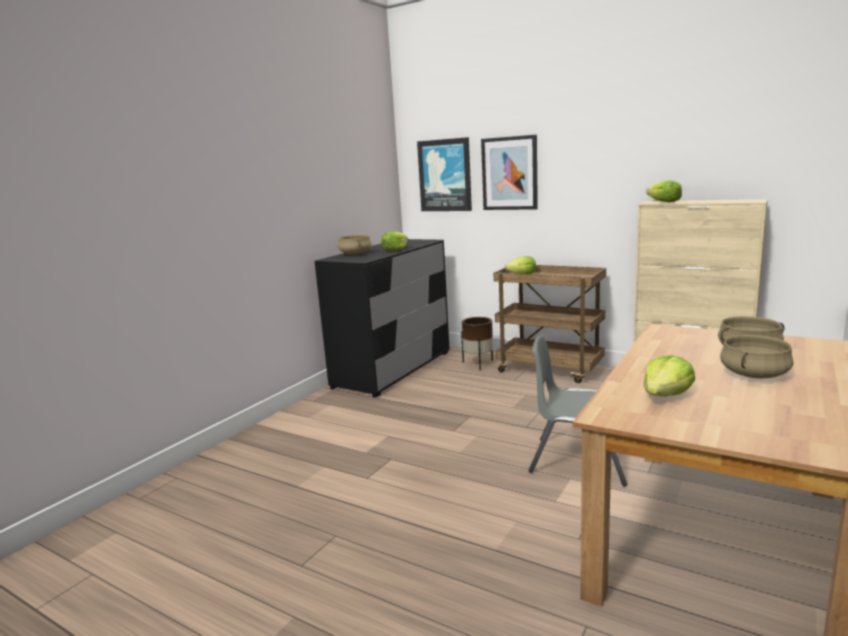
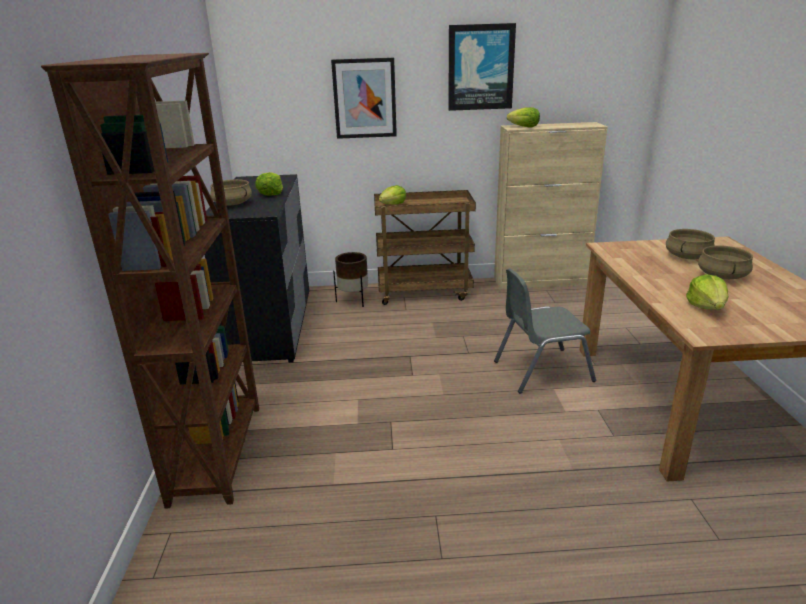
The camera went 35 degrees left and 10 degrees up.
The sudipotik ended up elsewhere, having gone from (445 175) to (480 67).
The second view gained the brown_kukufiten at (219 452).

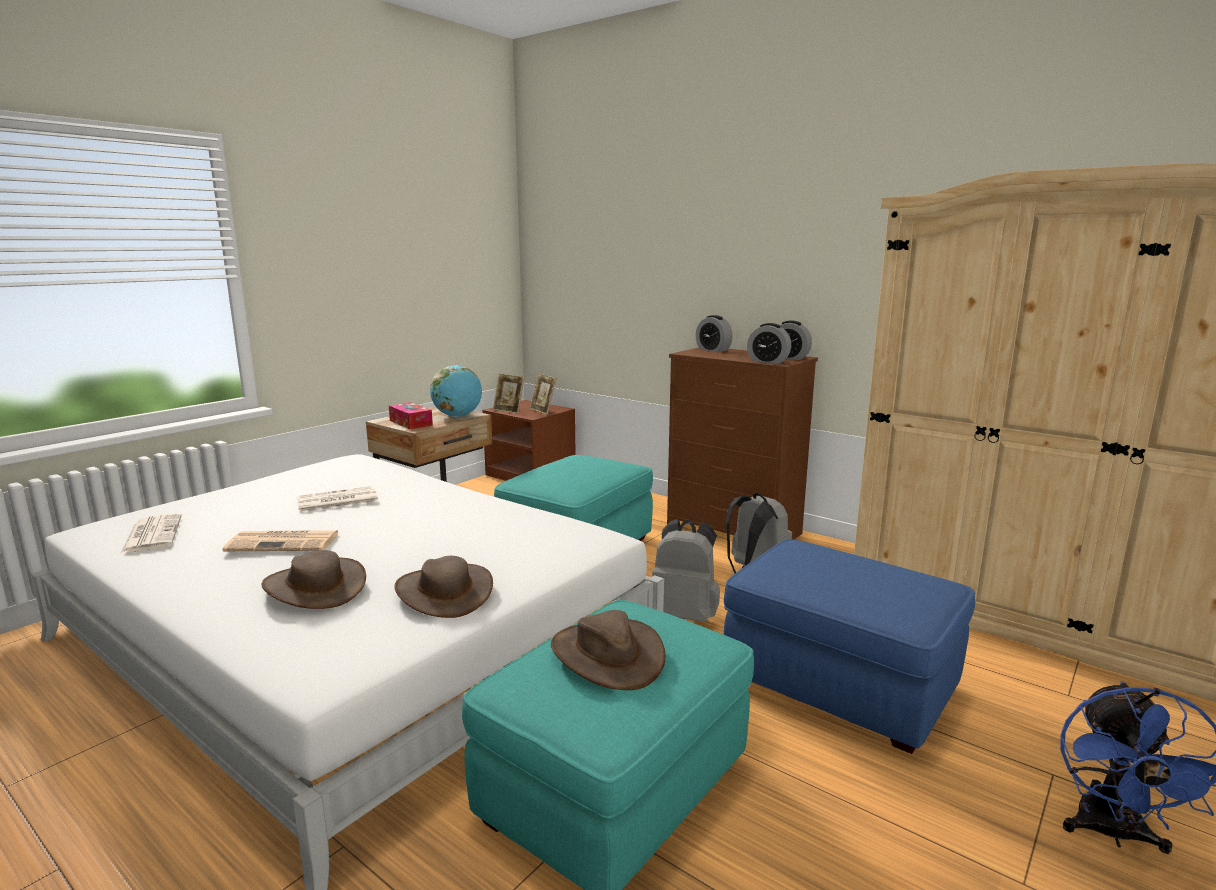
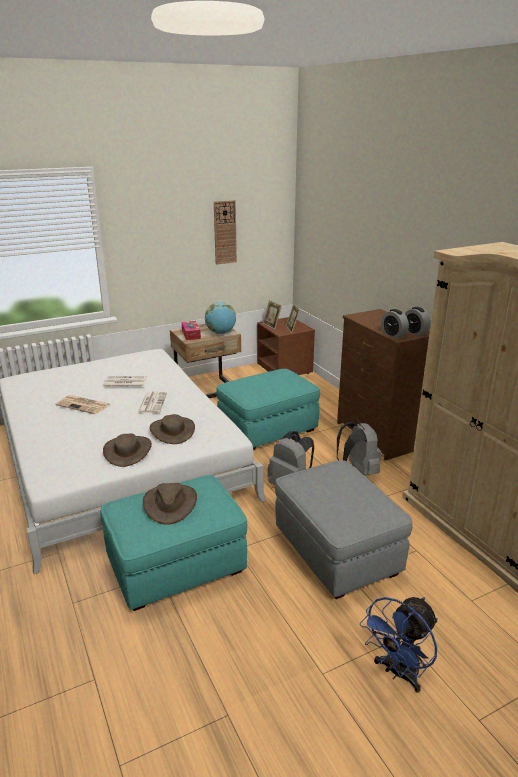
The camera went 25 degrees right and 10 degrees up.
The second view lost the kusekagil at (713 350).
The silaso ended up elsewhere, having gone from (152 534) to (152 403).
What was the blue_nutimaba at (840 686) turned into the grey_nutimaba at (337 552).
The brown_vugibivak ended up elsewhere, having gone from (315 586) to (172 431).
The second view gained the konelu at (225 232).

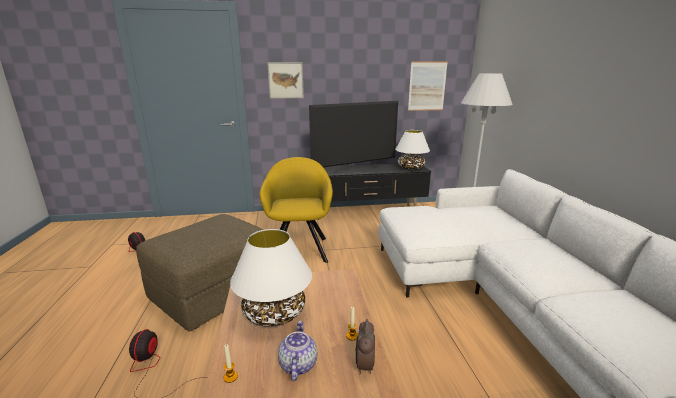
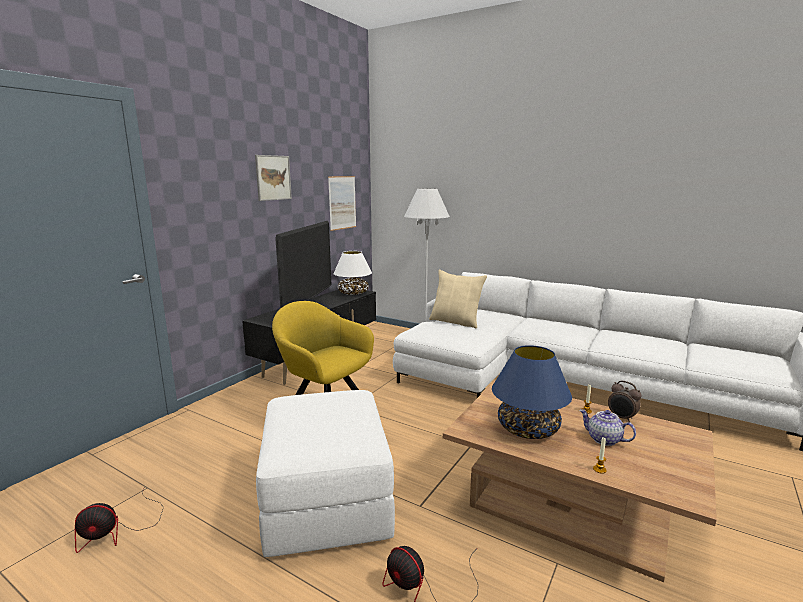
The camera went 50 degrees left and 5 degrees down.
The sudipotik ended up elsewhere, having gone from (285 80) to (273 177).
What was the brown_nutimaba at (214 292) turned into the white_nutimaba at (326 501).
What was the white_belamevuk at (274 313) turned into the blue_belamevuk at (528 429).
The second view gained the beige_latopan at (456 322).

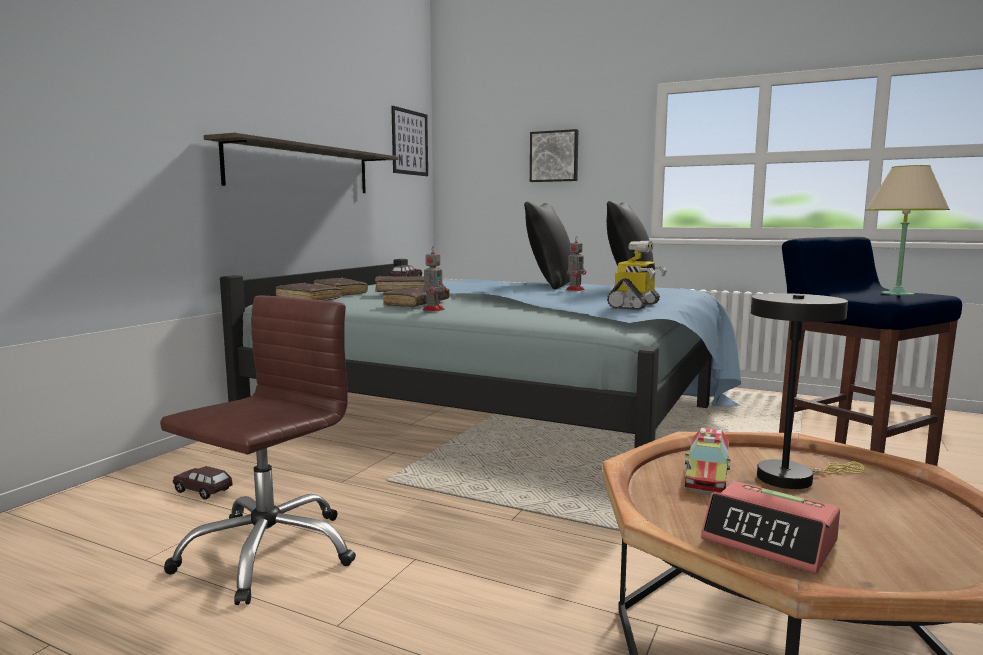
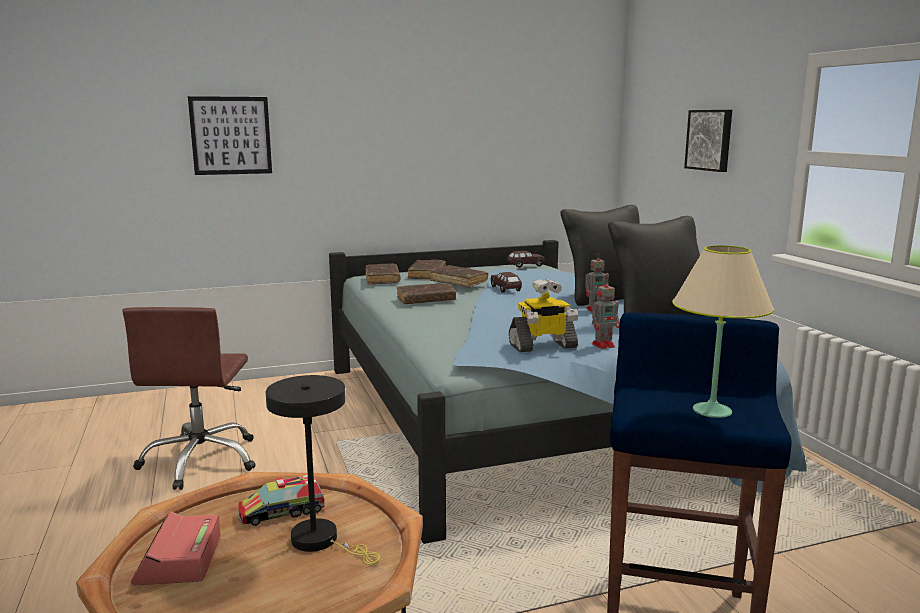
The camera went 45 degrees right and 5 degrees up.
The sudipotik ended up elsewhere, having gone from (410 142) to (231 135).
The second view lost the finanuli at (301 169).
The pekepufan ended up elsewhere, having gone from (434 309) to (604 345).
The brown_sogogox at (267 552) ended up facing another way, 105 degrees clockwise from before.
The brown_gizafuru ended up elsewhere, having gone from (203 491) to (506 289).

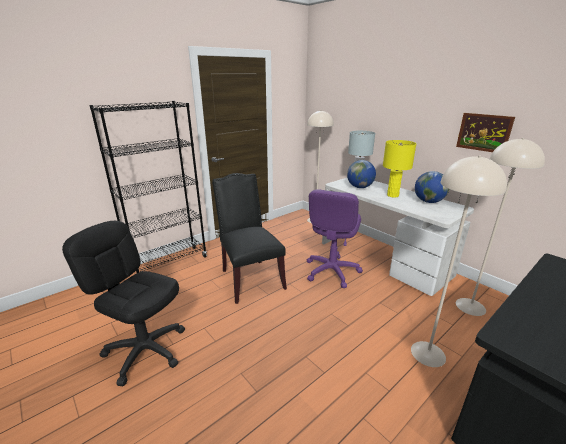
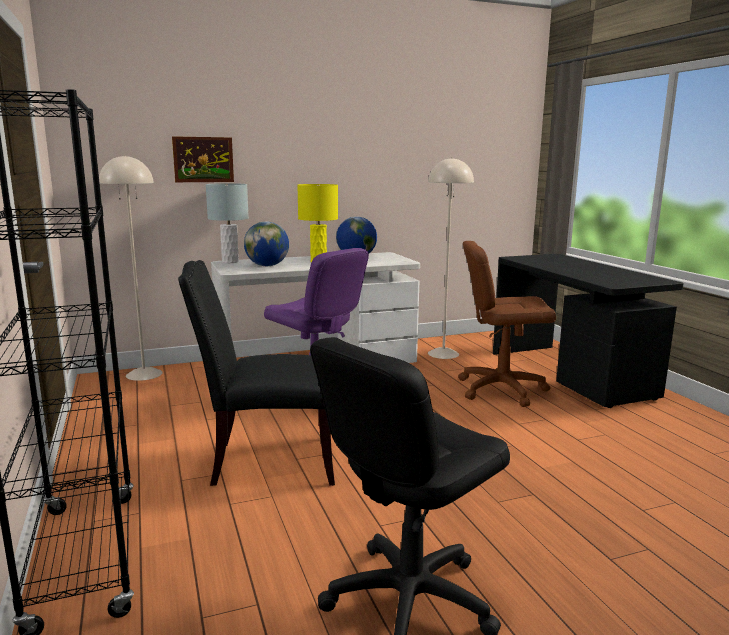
The camera went 70 degrees left and 10 degrees down.
The sudipotik ended up elsewhere, having gone from (484 132) to (203 159).
Where the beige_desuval stood at (428 353), the brown_sogogox came to stand at (501 389).

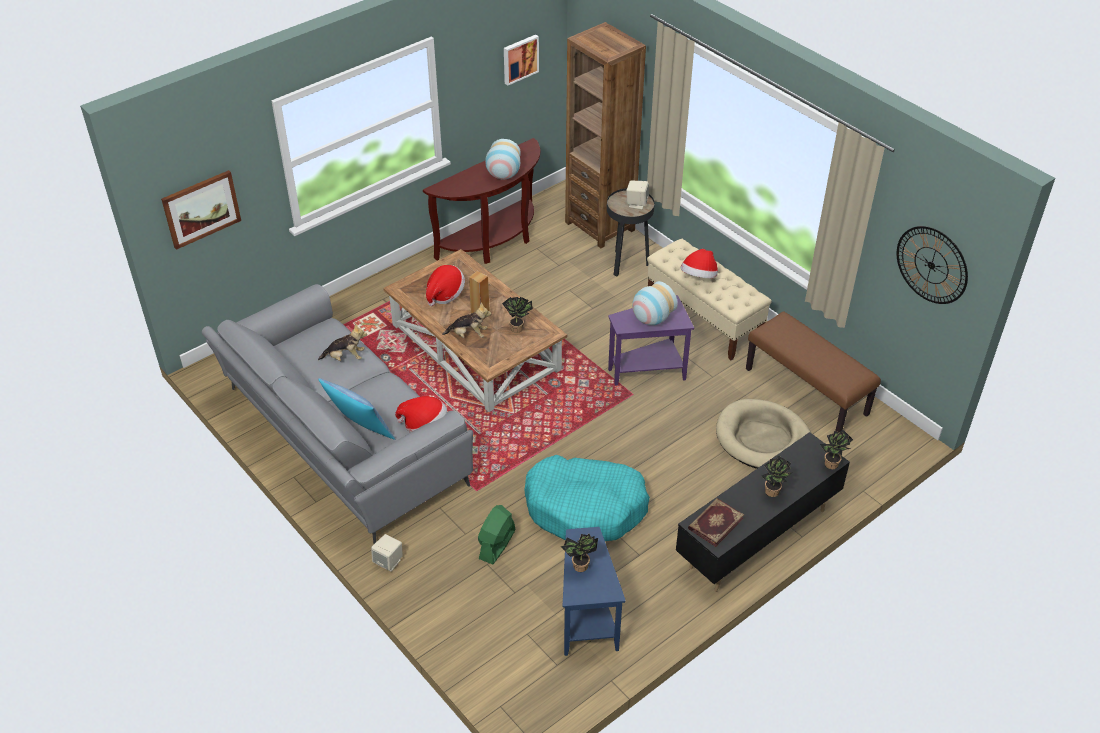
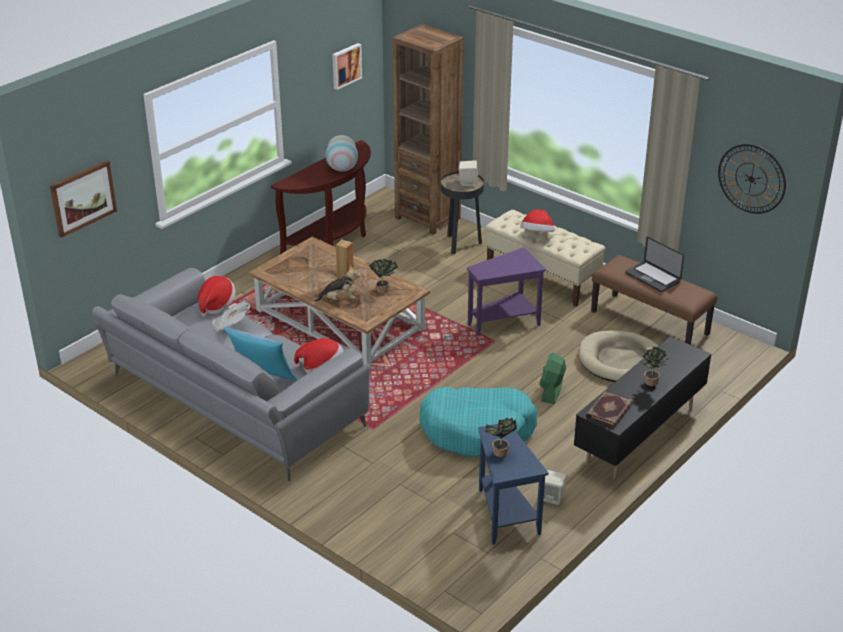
The camera went 10 degrees left and 10 degrees down.
The vugibivak ended up elsewhere, having gone from (445 294) to (216 305).
The second view lost the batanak at (651 319).
Where the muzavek stood at (345 357), the silaso came to stand at (231 325).
The second view lost the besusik at (831 465).
The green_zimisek ended up elsewhere, having gone from (497 544) to (551 391).
The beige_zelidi ended up elsewhere, having gone from (388 562) to (552 497).
The second view gained the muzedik at (652 277).

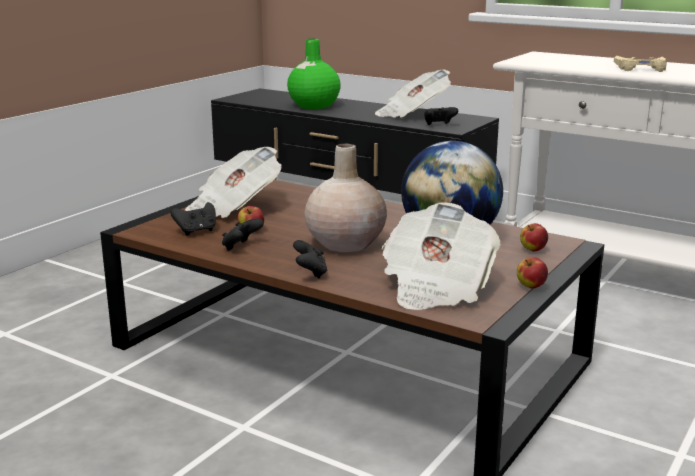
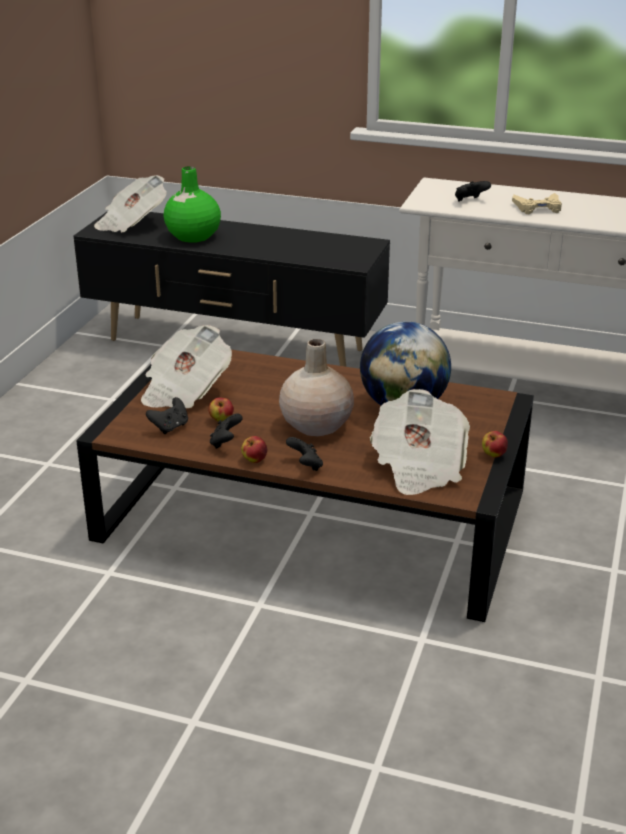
The camera went 15 degrees left and 10 degrees up.
The silaso ended up elsewhere, having gone from (412 114) to (131 223).
The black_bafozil ended up elsewhere, having gone from (439 125) to (470 201).
The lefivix ended up elsewhere, having gone from (532 250) to (254 460).

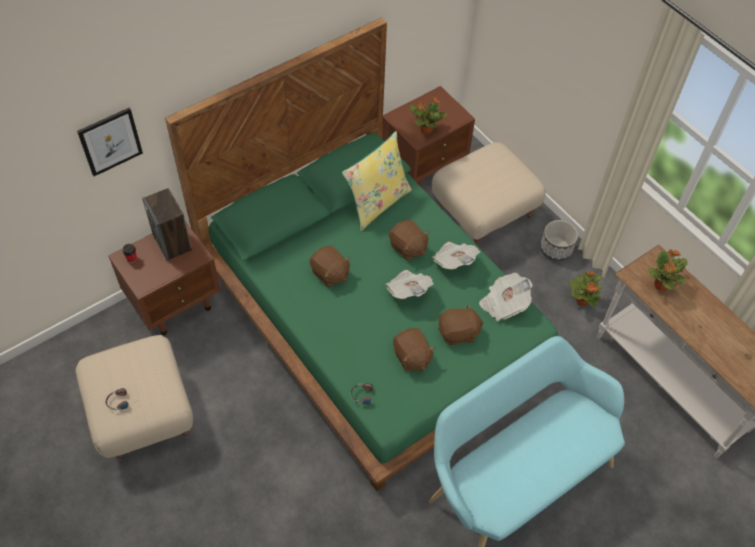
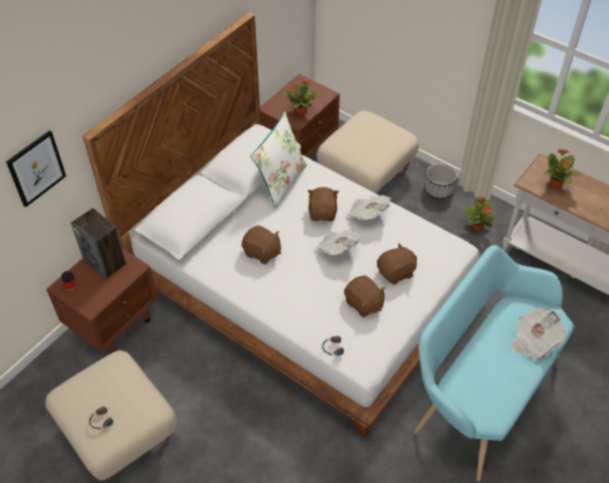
The camera went 15 degrees left and 5 degrees down.
What was the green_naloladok at (376 314) turned into the white_naloladok at (304 284).
What was the yellow_latopan at (377 203) turned into the white_latopan at (280 182).
The brown_muzavek at (407 248) ended up facing another way, 120 degrees counterclockwise from before.
The silaso ended up elsewhere, having gone from (503 303) to (533 341).

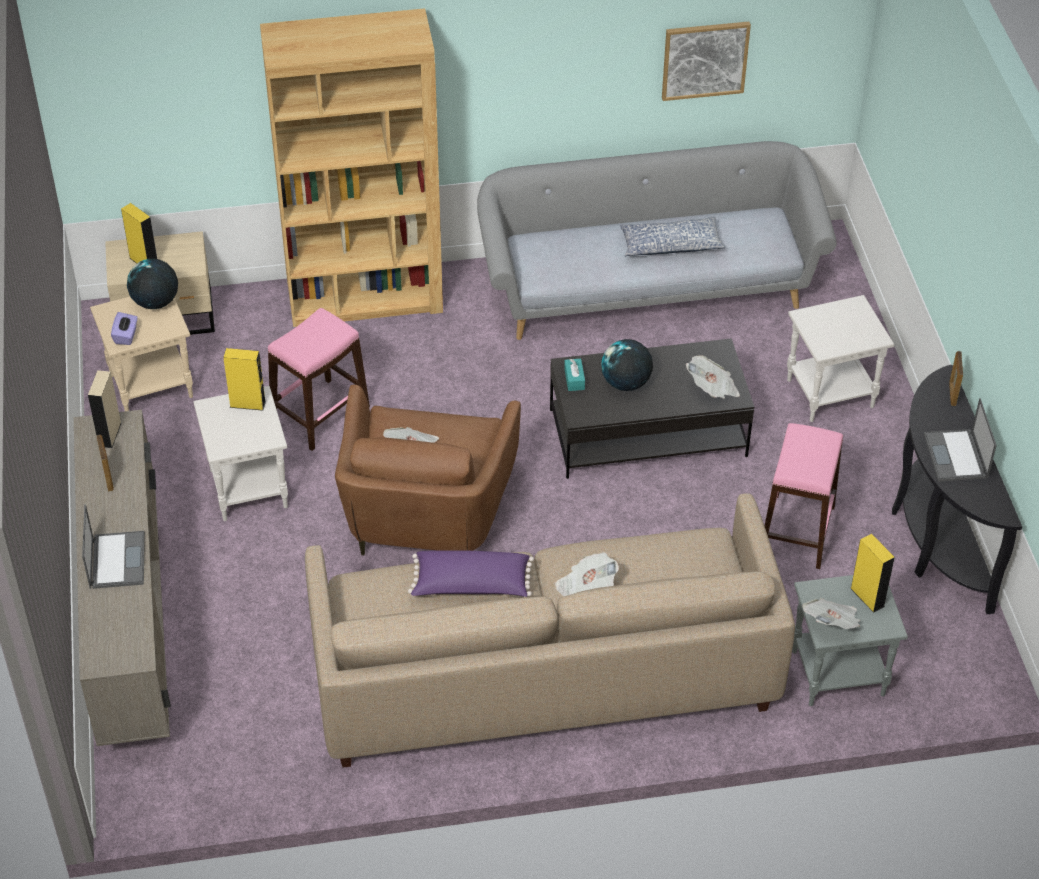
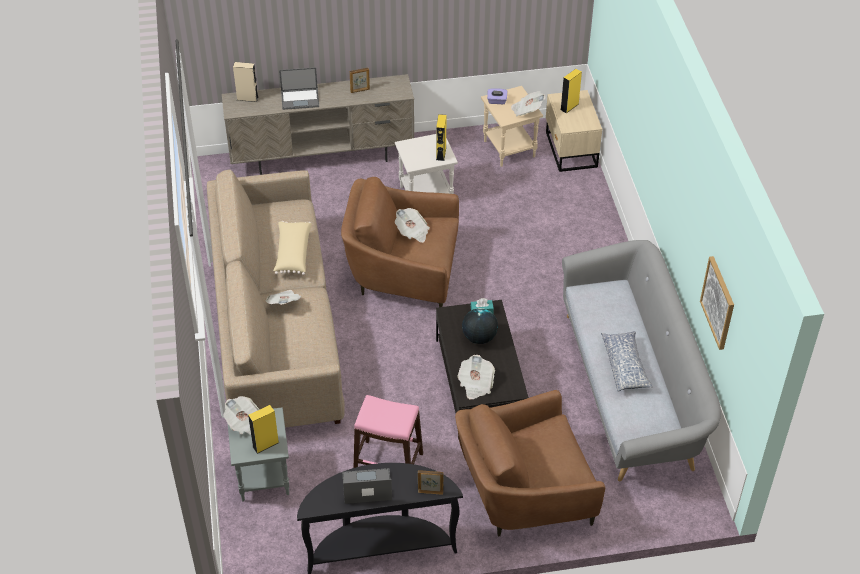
The camera went 90 degrees right and 0 degrees up.
The second view lost the brown_kukufiten at (365 298).
Where the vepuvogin stood at (155 302), the silaso came to stand at (527 110).
Where the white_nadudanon stood at (829 395), the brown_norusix came to stand at (524 493).
The second view lost the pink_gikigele at (319 414).
The beige_zelidi ended up elsewhere, having gone from (110 434) to (247 98).
What was the purple_latopan at (471 585) turned into the beige_latopan at (292 253).

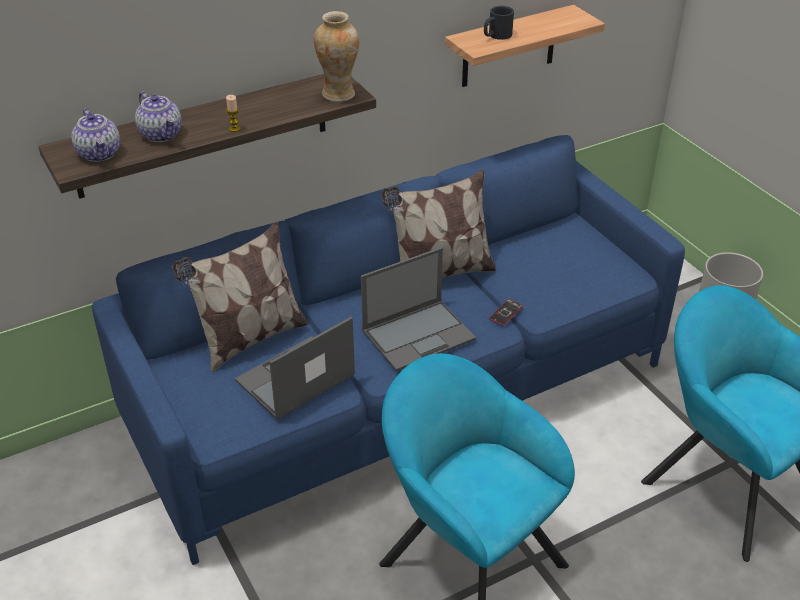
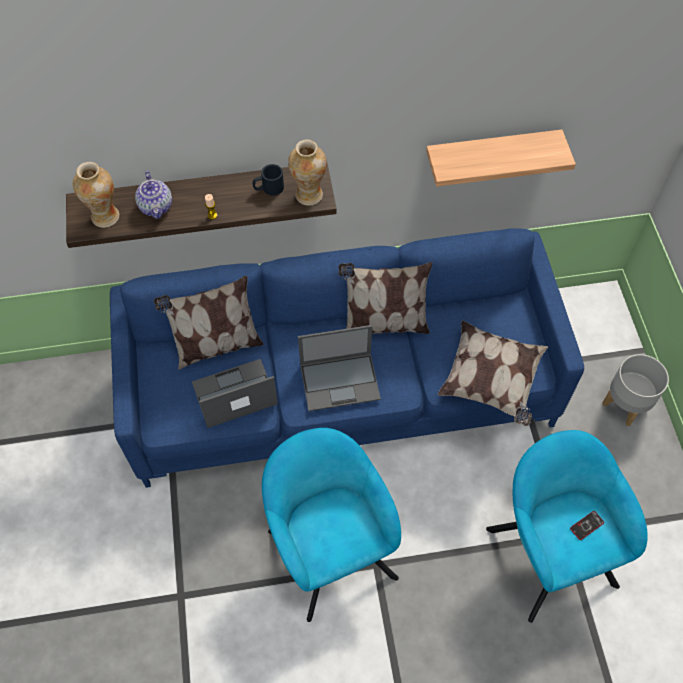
The camera went 20 degrees right and 20 degrees up.
The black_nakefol ended up elsewhere, having gone from (496 36) to (268 188).
Where the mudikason stood at (100 154), the batanak came to stand at (105 217).
The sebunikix ended up elsewhere, having gone from (506 313) to (586 525).
The second view gained the latopan at (491 382).

